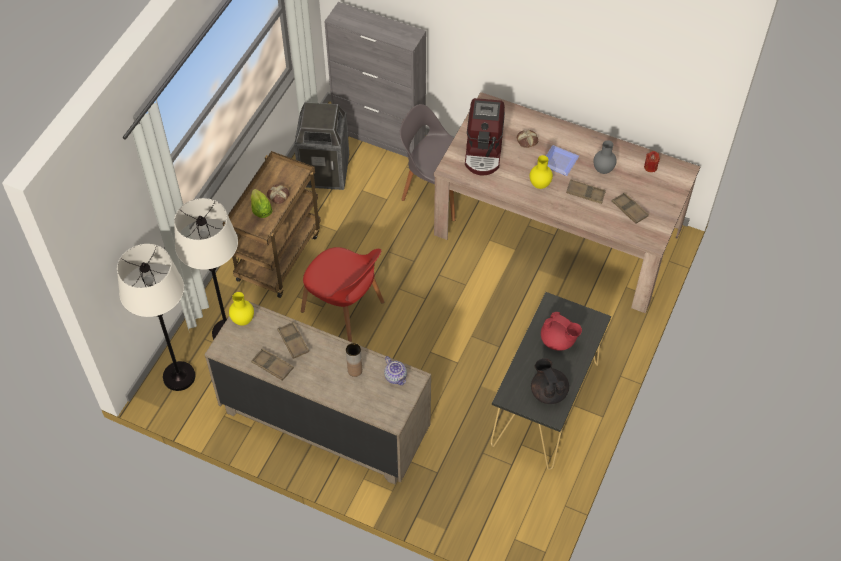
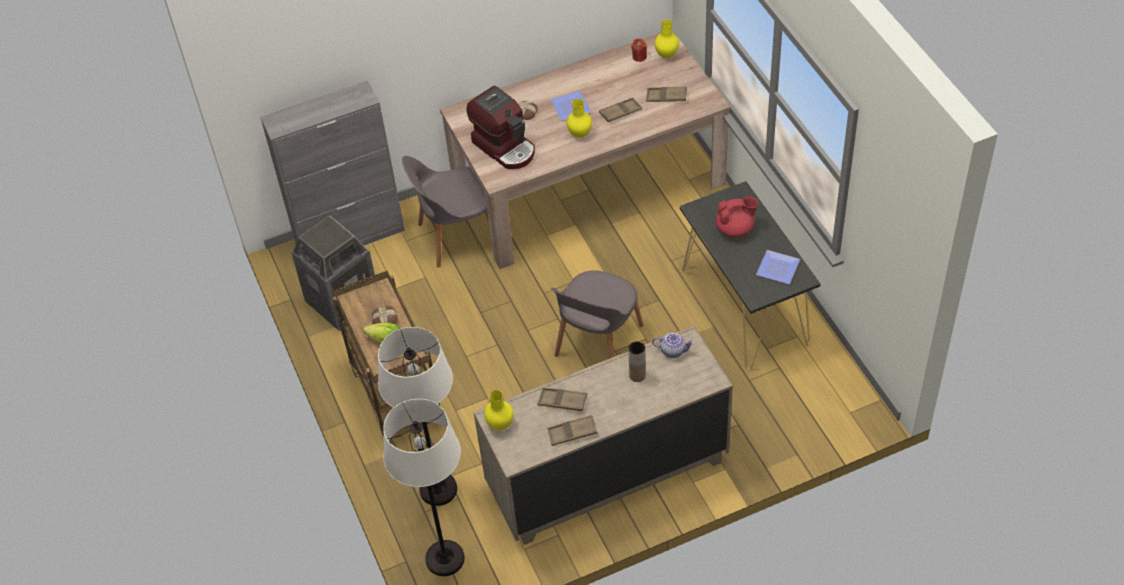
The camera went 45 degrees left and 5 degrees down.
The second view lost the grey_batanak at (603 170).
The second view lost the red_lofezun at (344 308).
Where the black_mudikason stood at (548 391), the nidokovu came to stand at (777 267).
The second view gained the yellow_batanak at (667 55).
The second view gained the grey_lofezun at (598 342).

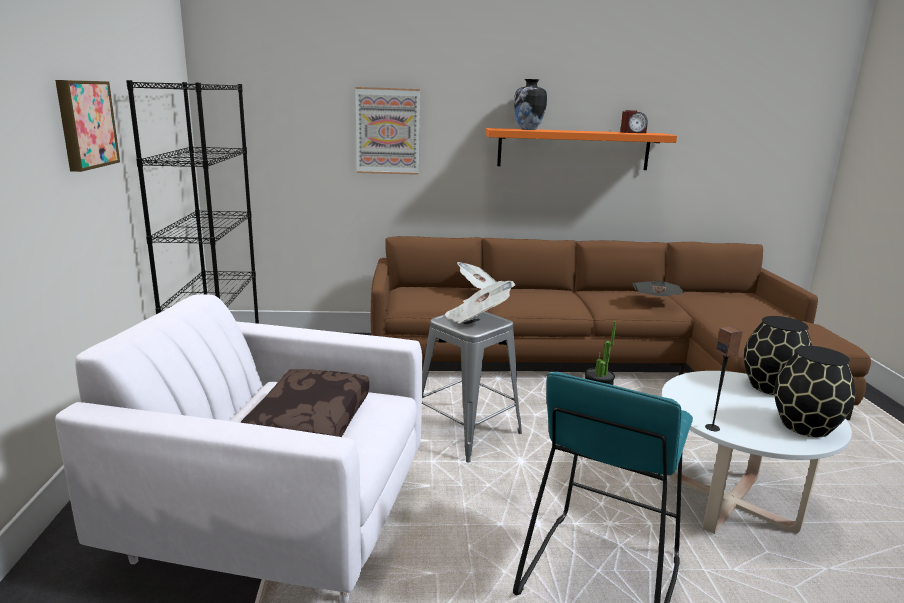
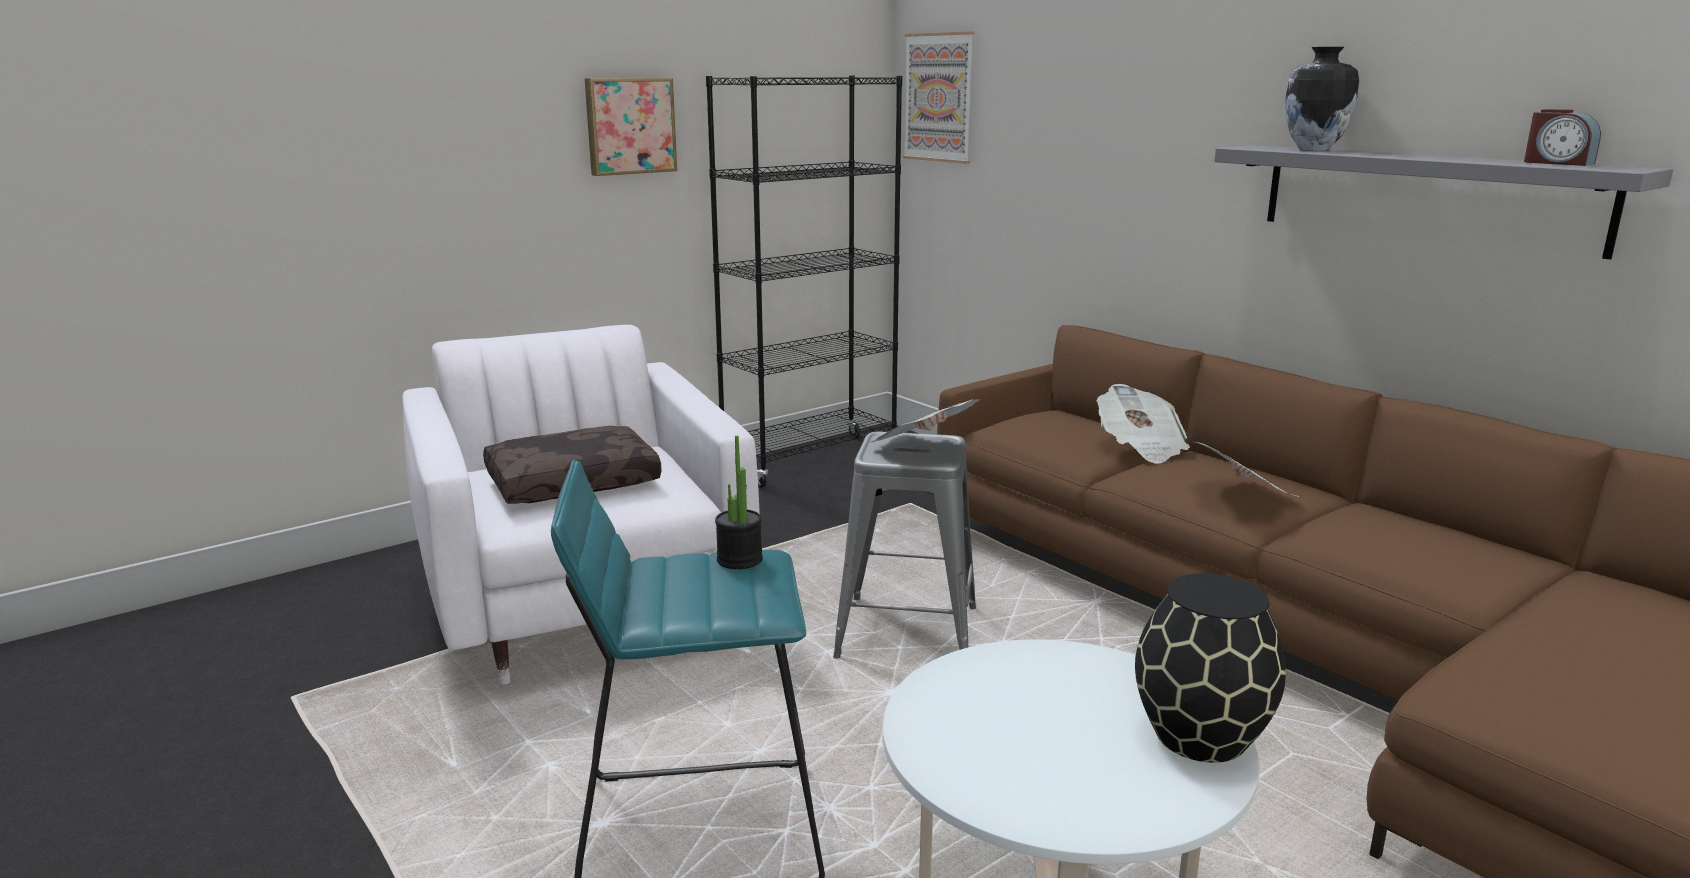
The camera went 55 degrees right and 0 degrees up.
The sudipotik ended up elsewhere, having gone from (387 131) to (939 97).
What was the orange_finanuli at (574 149) turned into the grey_finanuli at (1427 197).
The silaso ended up elsewhere, having gone from (656 302) to (1242 496).
The second view lost the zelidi at (712 427).
The second view lost the black_batanak at (804 426).

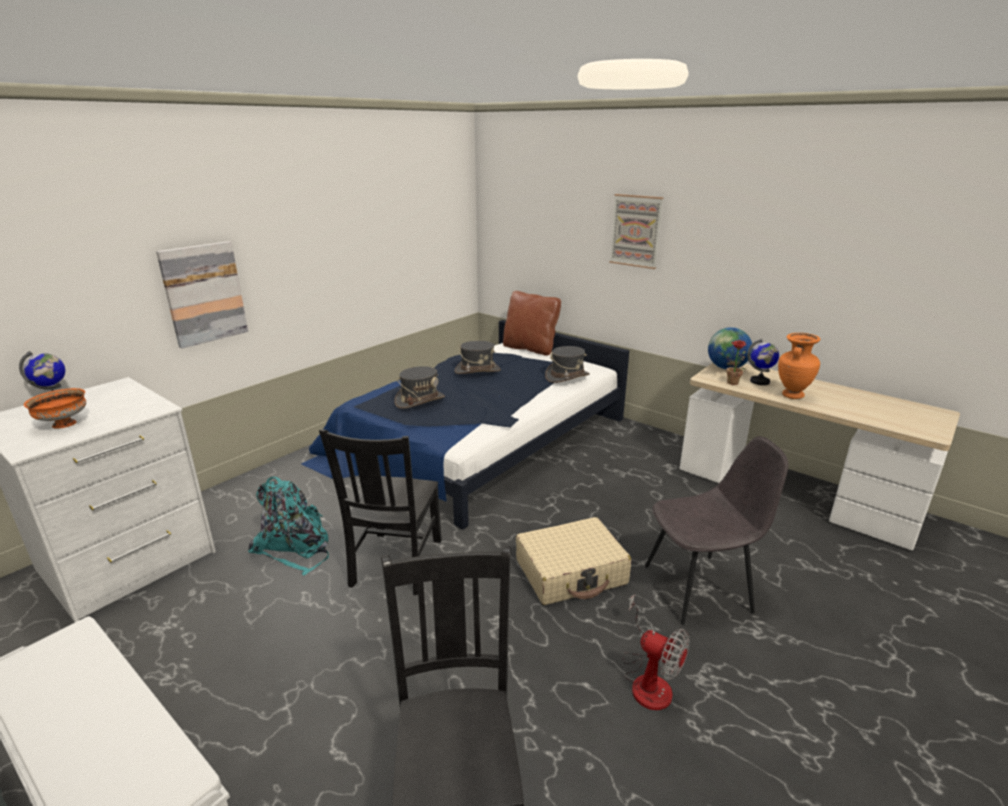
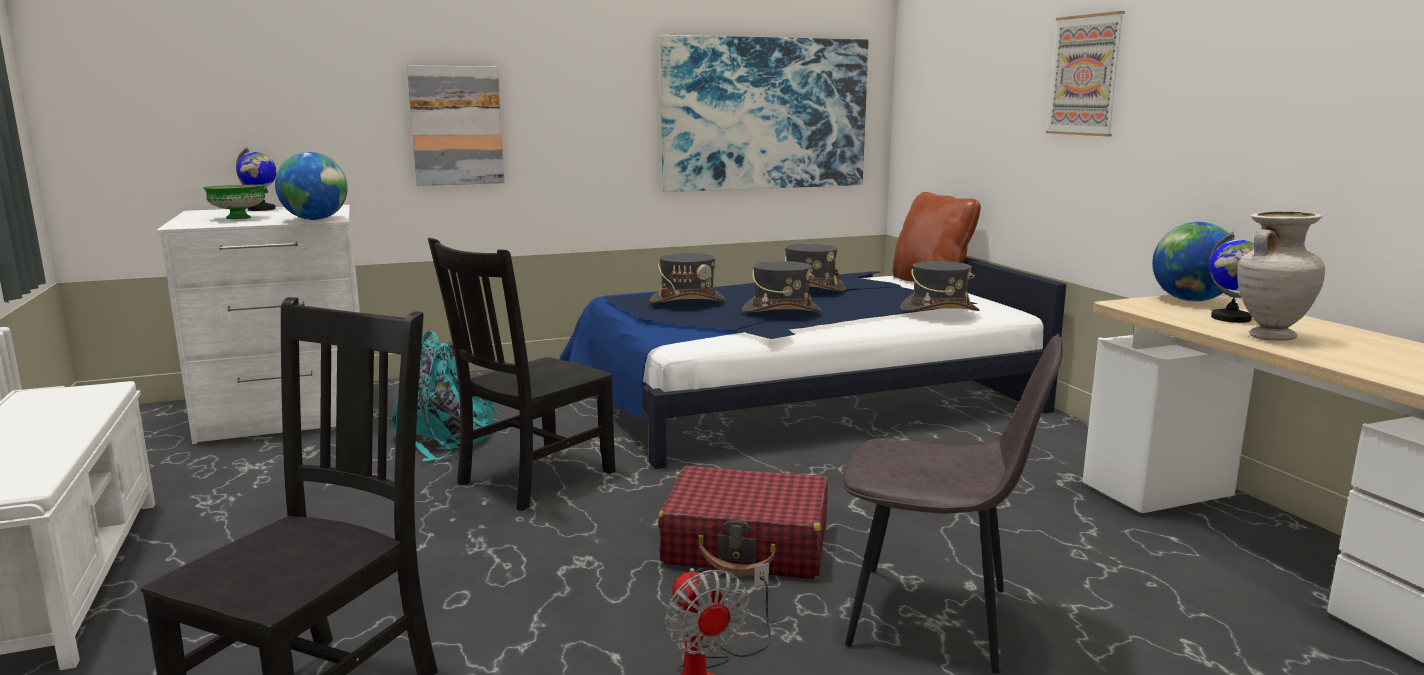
The camera went 30 degrees right and 10 degrees down.
What was the orange_batanak at (791 395) turned into the beige_batanak at (1269 337).
The second view lost the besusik at (730 382).
What was the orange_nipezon at (63 424) turned into the green_nipezon at (238 218).
What was the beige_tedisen at (571 572) turned into the red_tedisen at (747 545).
The second view gained the sudipotik at (765 114).
The second view gained the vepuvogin at (315 219).
The second view gained the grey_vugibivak at (781 311).

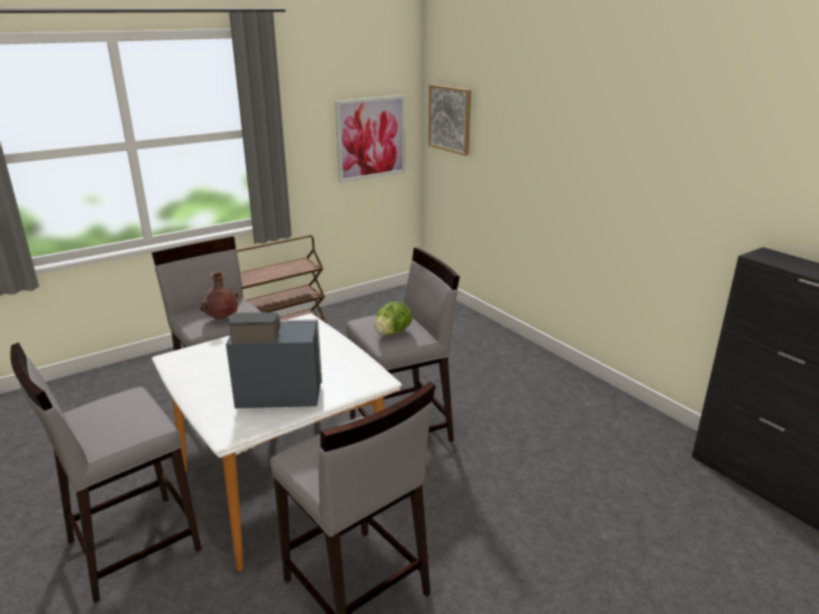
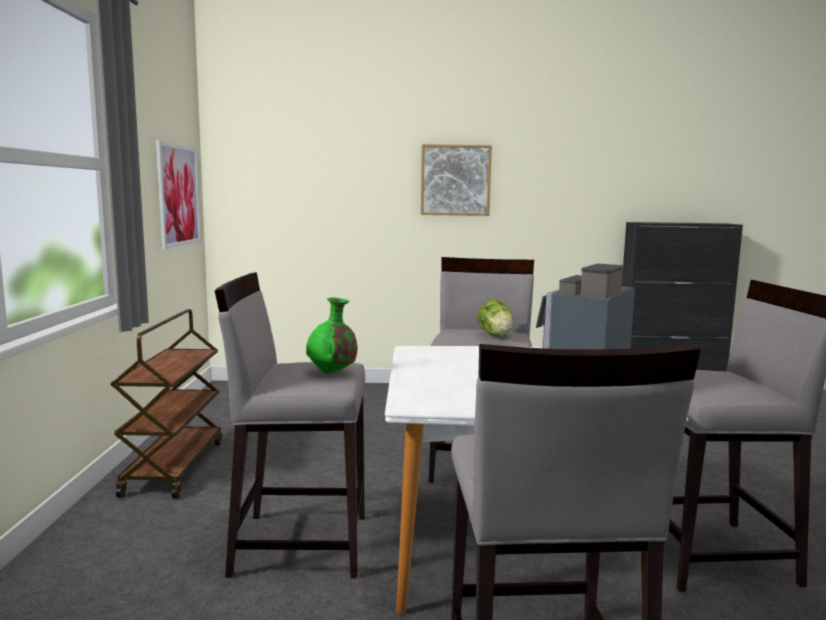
The camera went 55 degrees left and 15 degrees down.
The sudipotik ended up elsewhere, having gone from (450 119) to (455 180).
What was the brown_batanak at (221 318) turned into the green_batanak at (332 372).

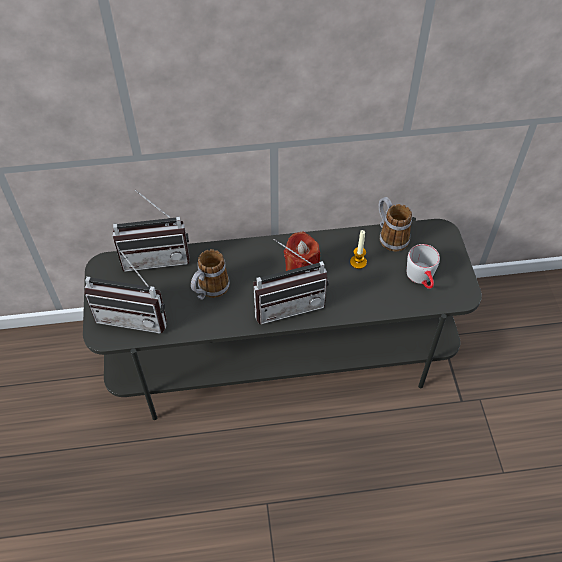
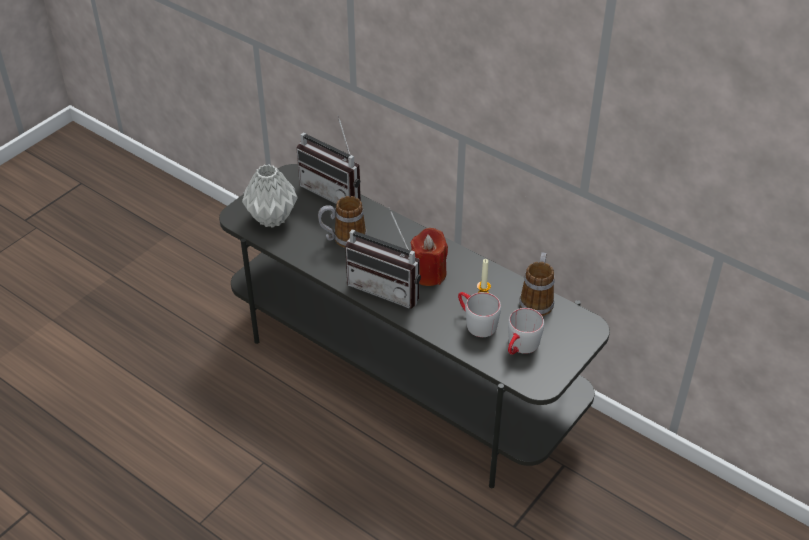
The camera went 45 degrees right and 10 degrees down.
Where the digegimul stood at (135 315), the grey_batanak came to stand at (272 219).
The second view gained the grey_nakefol at (475 322).

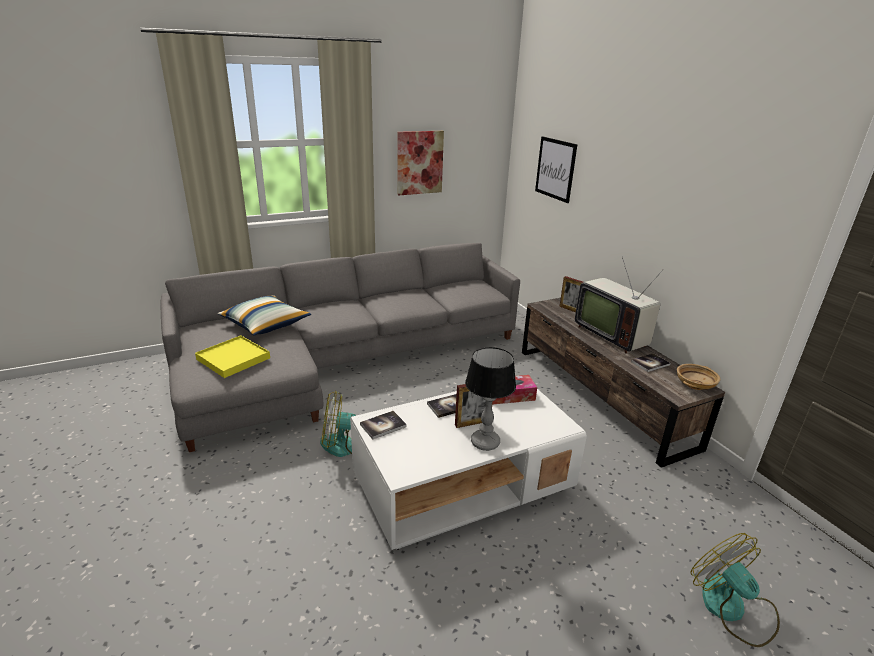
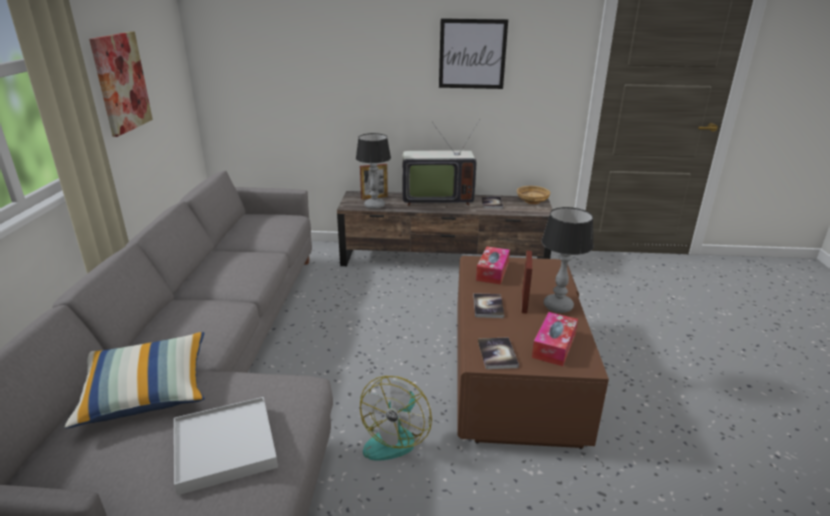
The camera went 60 degrees left and 0 degrees up.
The sudipotik ended up elsewhere, having gone from (555 169) to (472 54).
What was the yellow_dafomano at (233 358) turned into the white_dafomano at (224 447).
What was the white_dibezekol at (463 485) turned into the brown_dibezekol at (514 375).
The second view lost the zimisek at (732 609).
The second view gained the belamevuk at (375 206).
The second view gained the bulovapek at (554 346).

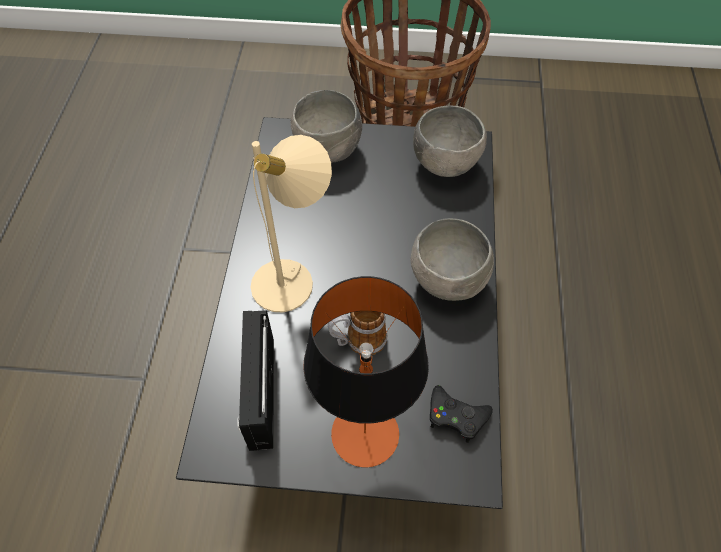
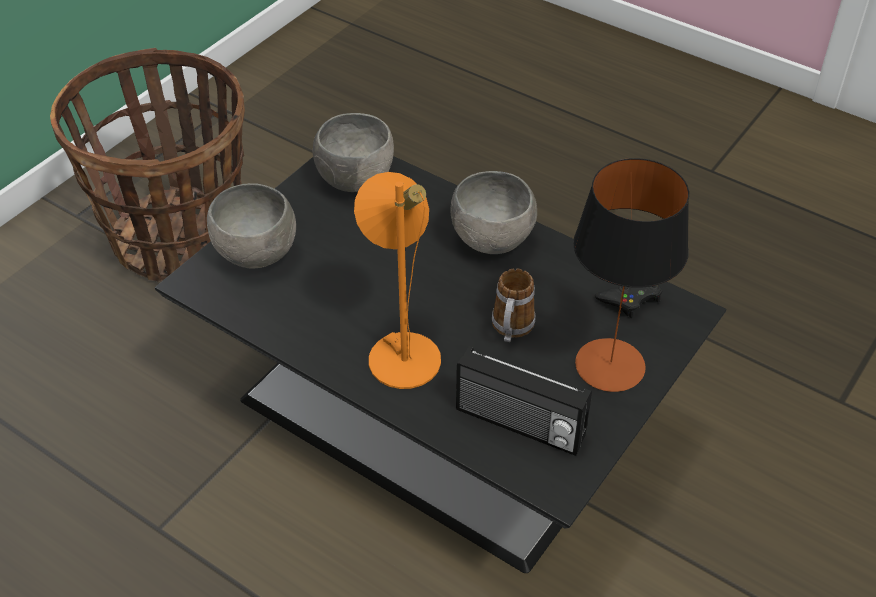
The camera went 60 degrees left and 10 degrees down.
What was the beige_belamevuk at (292 278) turned into the orange_belamevuk at (402 349).

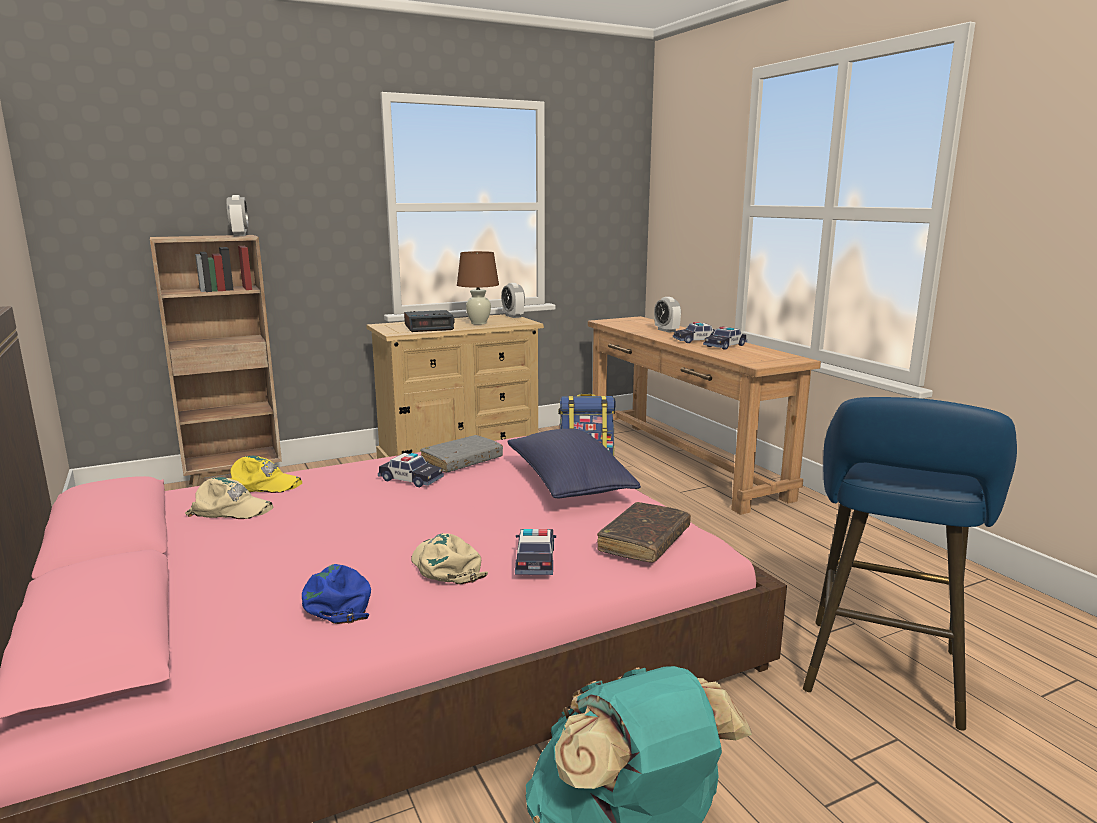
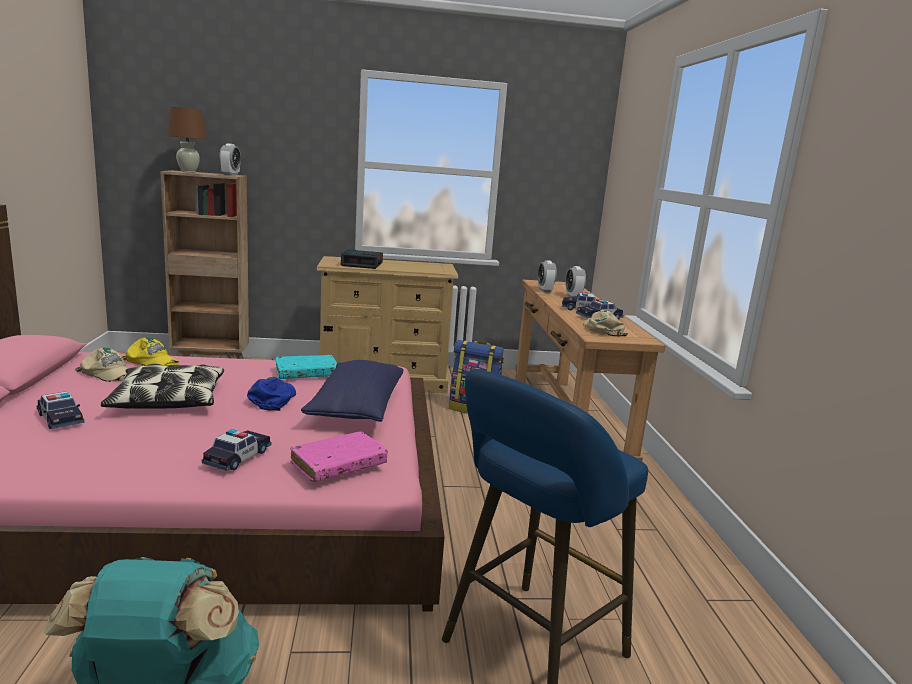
The camera went 20 degrees right and 0 degrees up.
The brown_belamevuk ended up elsewhere, having gone from (479 323) to (188 172).
The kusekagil ended up elsewhere, having gone from (513 316) to (545 290).
What was the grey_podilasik at (462 461) turned into the turquoise_podilasik at (306 374).
The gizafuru ended up elsewhere, having gone from (411 479) to (60 418).
What was the brown_podilasik at (644 541) turned into the pink_podilasik at (338 465).
The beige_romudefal ended up elsewhere, having gone from (446 566) to (603 329).
The blue_romudefal ended up elsewhere, having gone from (338 599) to (273 399).
The second view gained the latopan at (168 400).

